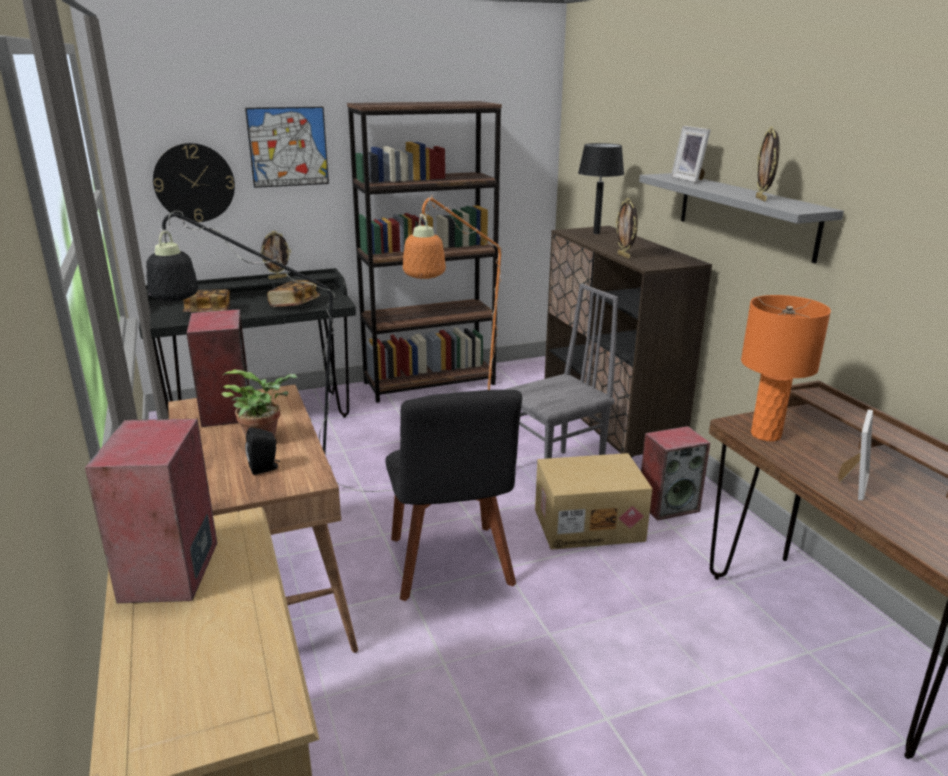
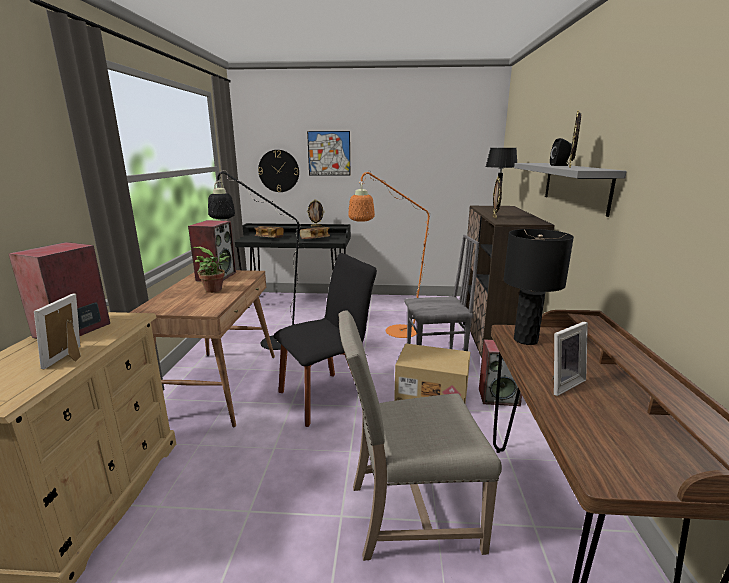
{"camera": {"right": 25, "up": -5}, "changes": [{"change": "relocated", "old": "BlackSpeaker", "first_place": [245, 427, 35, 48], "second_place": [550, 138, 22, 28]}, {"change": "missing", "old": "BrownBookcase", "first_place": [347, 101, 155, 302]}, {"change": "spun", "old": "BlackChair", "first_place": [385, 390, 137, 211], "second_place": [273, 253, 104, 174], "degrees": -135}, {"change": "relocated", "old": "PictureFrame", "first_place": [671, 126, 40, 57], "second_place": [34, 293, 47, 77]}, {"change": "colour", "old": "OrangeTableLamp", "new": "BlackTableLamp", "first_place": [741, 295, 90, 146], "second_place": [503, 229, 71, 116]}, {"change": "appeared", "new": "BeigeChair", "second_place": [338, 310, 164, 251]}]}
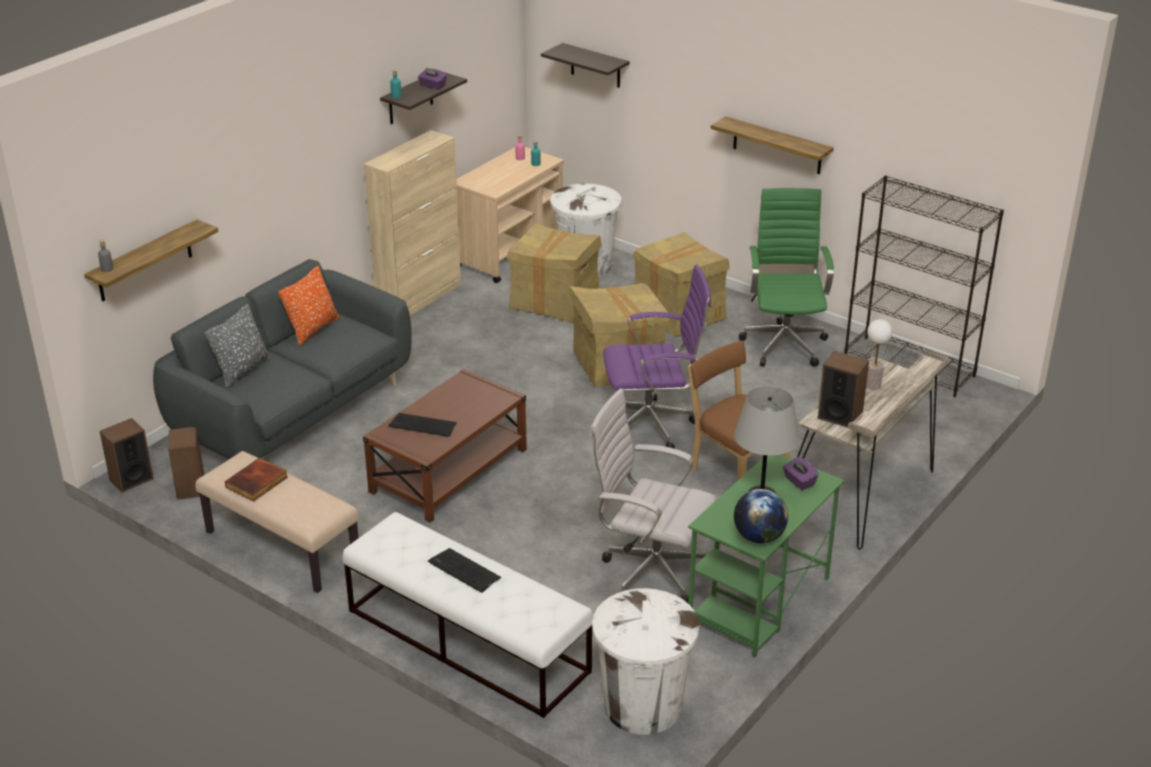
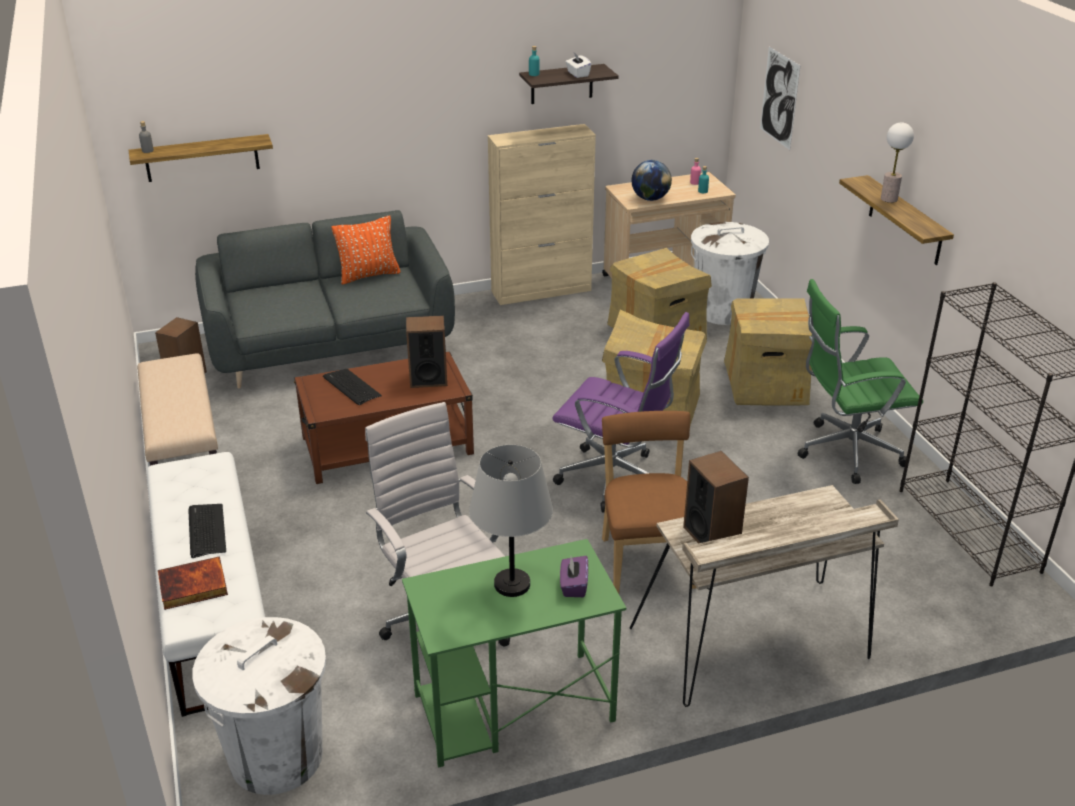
{"camera": {"right": 35, "up": 0}, "changes": [{"change": "relocated", "old": "Speaker", "first_place": [100, 418, 53, 74], "second_place": [406, 315, 41, 73]}, {"change": "missing", "old": "GreyPillow", "first_place": [204, 304, 67, 84]}, {"change": "relocated", "old": "Book", "first_place": [225, 458, 63, 43], "second_place": [158, 556, 70, 54]}, {"change": "colour", "old": "PurpleTissueBox", "new": "WhiteTissueBox", "first_place": [418, 67, 29, 23], "second_place": [566, 53, 25, 25]}, {"change": "exchanged", "old": "Shelf", "new": "Picture", "first_place": [541, 43, 89, 45], "second_place": [760, 47, 41, 103]}, {"change": "relocated", "old": "Globe", "first_place": [734, 489, 54, 54], "second_place": [632, 160, 40, 41]}, {"change": "spun", "old": "GreenOfficeChair", "first_place": [739, 188, 95, 179], "second_place": [798, 279, 125, 205], "degrees": -135}, {"change": "relocated", "old": "TableLamp", "first_place": [866, 319, 26, 71], "second_place": [881, 122, 33, 81]}]}
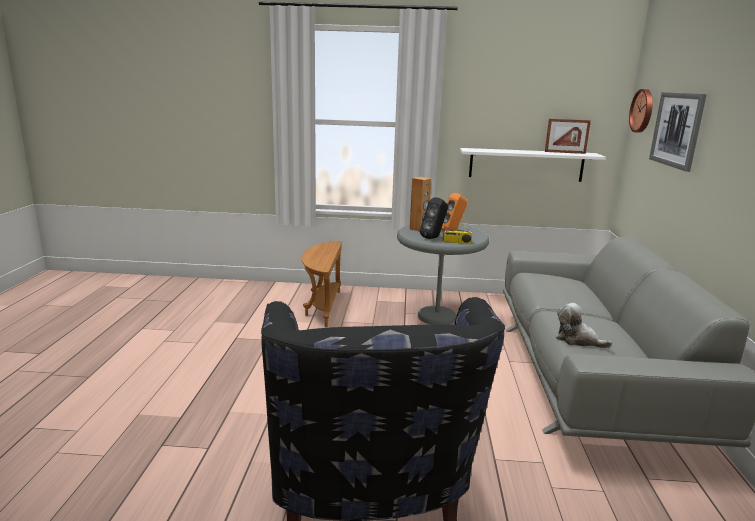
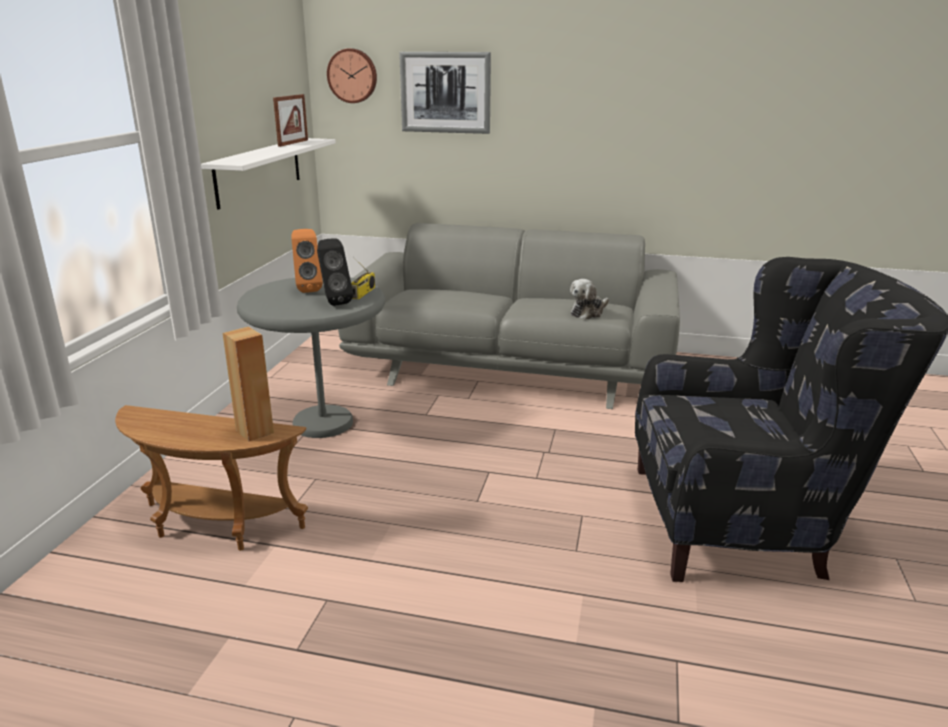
{"camera": {"right": -80, "up": 5}, "changes": [{"change": "relocated", "old": "BrownSpeaker", "first_place": [410, 177, 22, 55], "second_place": [223, 326, 51, 115]}]}
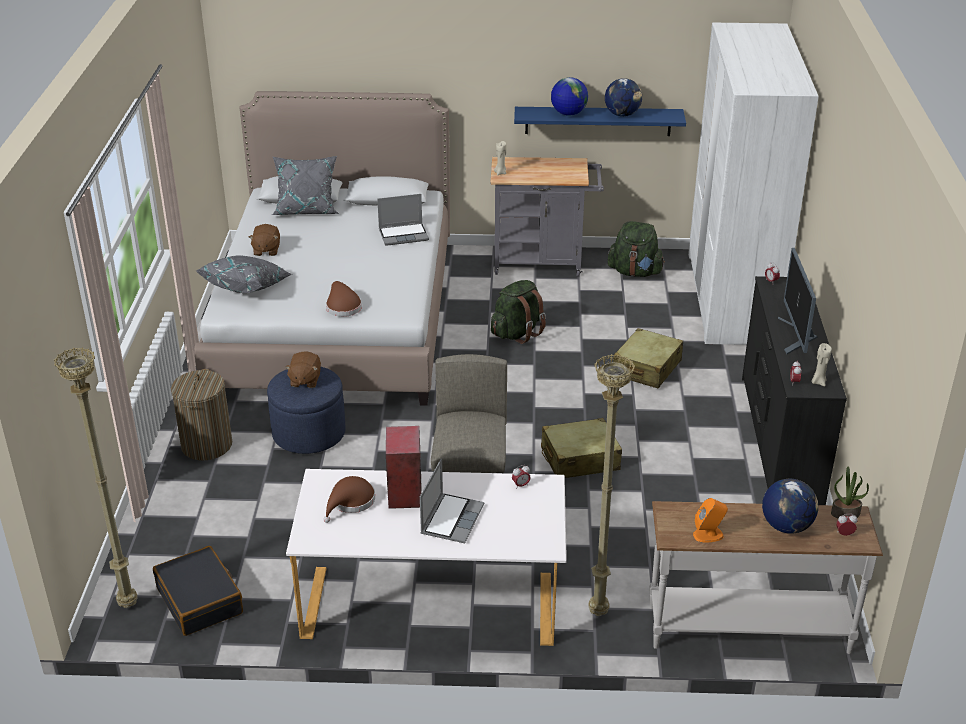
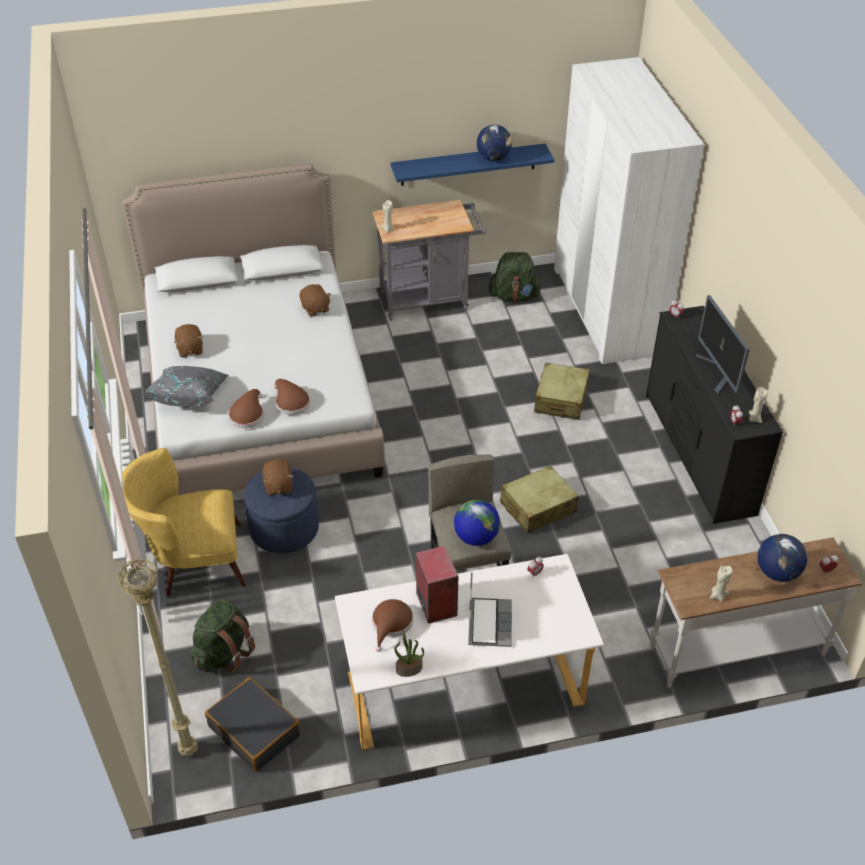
{"camera": {"right": -15, "up": 10}, "changes": [{"change": "exchanged", "old": "LaundryBasket", "new": "YellowArmchair", "first_place": [171, 369, 61, 91], "second_place": [122, 448, 124, 148]}, {"change": "missing", "old": "GreyPillow", "first_place": [271, 156, 69, 59]}, {"change": "exchanged", "old": "Laptop", "new": "BrownPlushToy", "first_place": [377, 194, 52, 52], "second_place": [300, 284, 31, 33]}, {"change": "relocated", "old": "GreenBackpack", "first_place": [491, 280, 55, 64], "second_place": [191, 600, 64, 72]}, {"change": "relocated", "old": "Globe", "first_place": [551, 77, 37, 39], "second_place": [454, 500, 46, 46]}, {"change": "missing", "old": "BeigeFloorLamp", "first_place": [588, 354, 47, 262]}, {"change": "exchanged", "old": "OrangeSpeaker", "new": "BeigeCandle", "first_place": [693, 498, 35, 44], "second_place": [710, 566, 22, 35]}, {"change": "relocated", "old": "PottedPlant", "first_place": [831, 467, 38, 51], "second_place": [395, 632, 29, 45]}, {"change": "appeared", "new": "BrownHat", "second_place": [228, 389, 36, 39]}]}
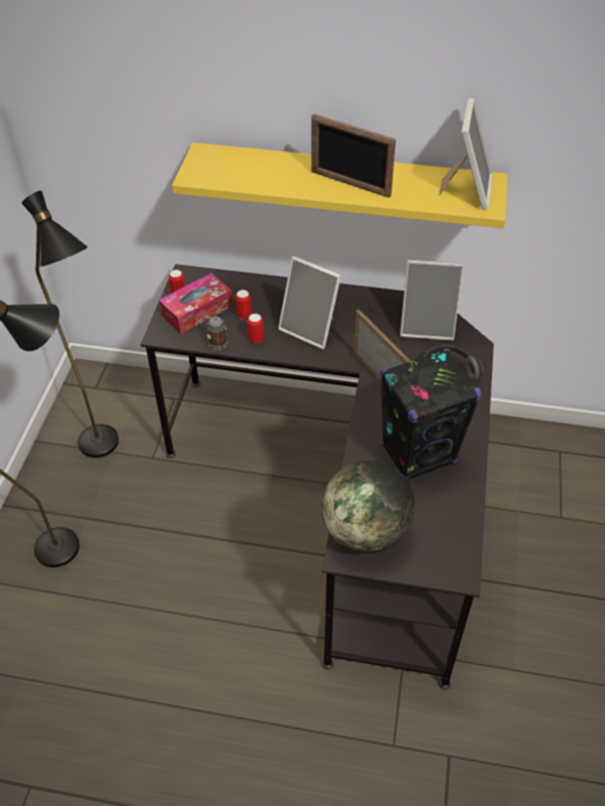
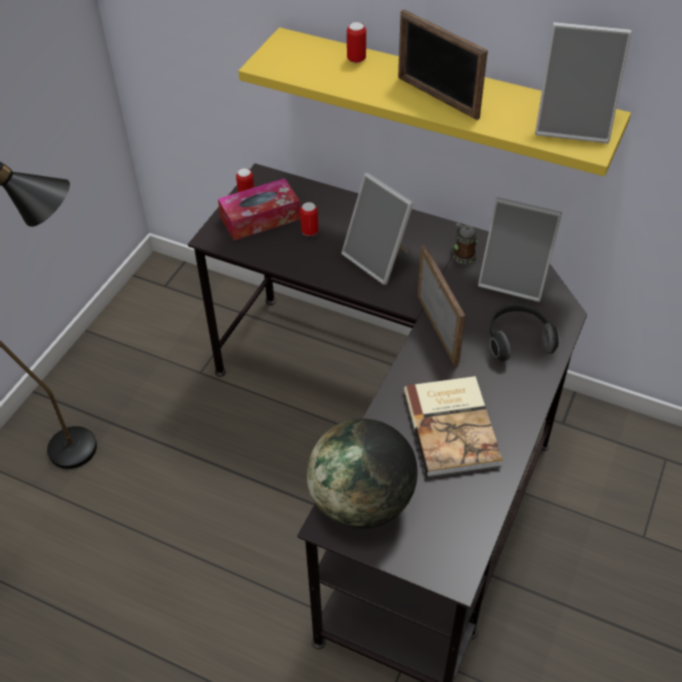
{"camera": {"right": 15, "up": 0}, "changes": [{"change": "missing", "old": "BlackFloorLamp", "first_place": [22, 191, 97, 267]}, {"change": "relocated", "old": "Mug", "first_place": [205, 315, 24, 35], "second_place": [452, 223, 26, 41]}, {"change": "relocated", "old": "Can", "first_place": [247, 313, 17, 30], "second_place": [347, 22, 19, 41]}, {"change": "exchanged", "old": "BlackSpeaker", "new": "Book", "first_place": [380, 348, 101, 133], "second_place": [404, 376, 99, 101]}, {"change": "spun", "old": "PictureFrame", "first_place": [439, 98, 54, 112], "second_place": [535, 22, 97, 121], "degrees": 75}]}
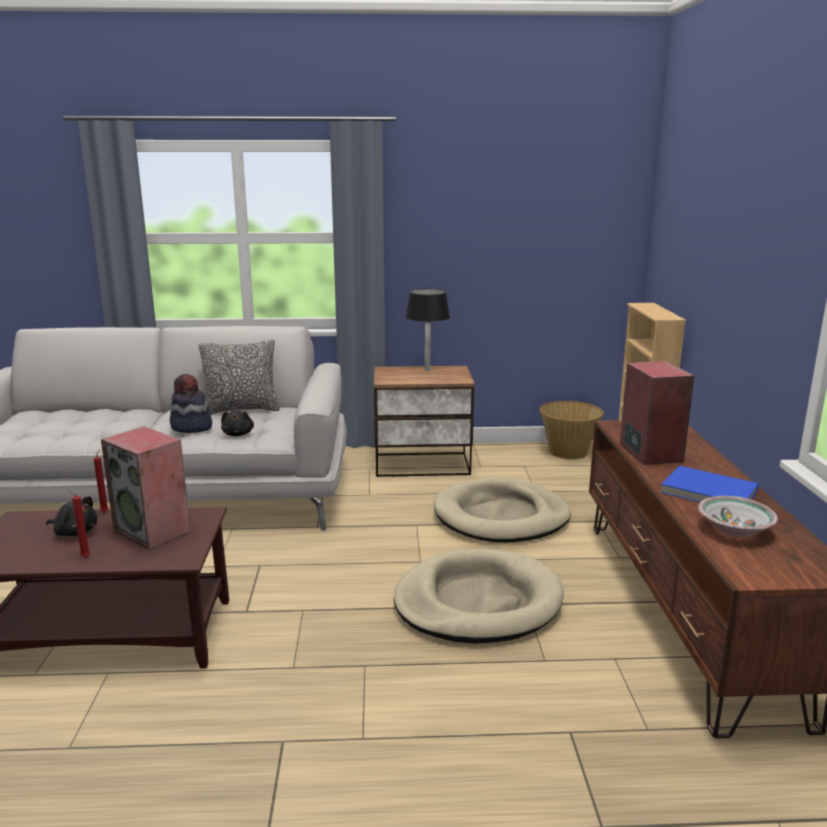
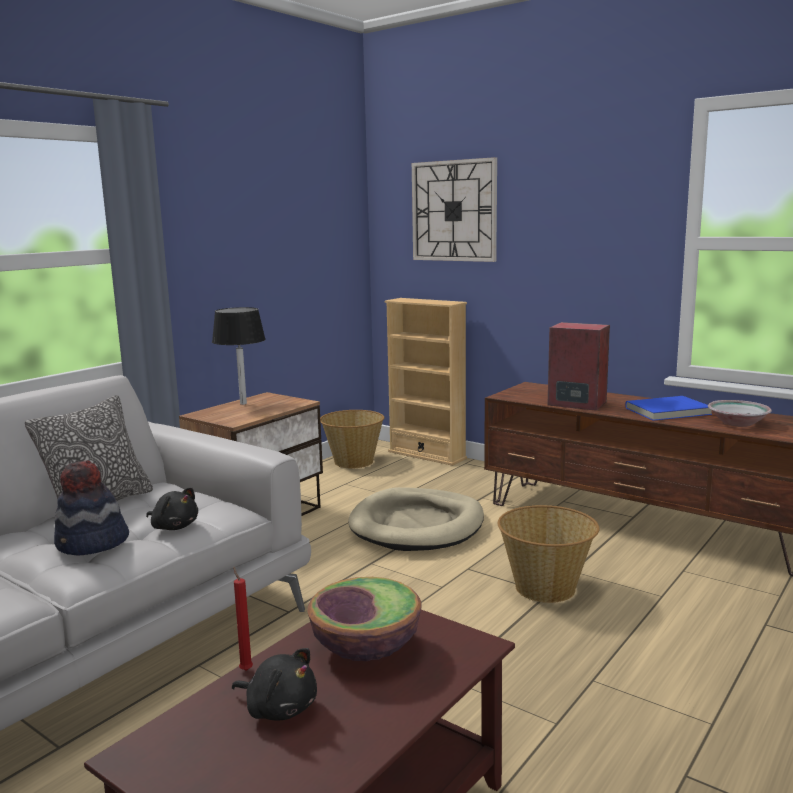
{"camera": {"right": -50, "up": -5}, "changes": [{"change": "spun", "old": "BlackPlushToy", "first_place": [46, 496, 51, 40], "second_place": [232, 648, 85, 73], "degrees": 60}, {"change": "missing", "old": "RedCandle", "first_place": [68, 490, 22, 68]}, {"change": "exchanged", "old": "Speaker", "new": "Bowl", "first_place": [101, 426, 90, 124], "second_place": [308, 577, 113, 84]}, {"change": "exchanged", "old": "BeigeDogBed", "new": "Basket", "first_place": [394, 549, 170, 95], "second_place": [498, 505, 101, 98]}, {"change": "appeared", "new": "WallClock", "second_place": [412, 157, 85, 105]}]}
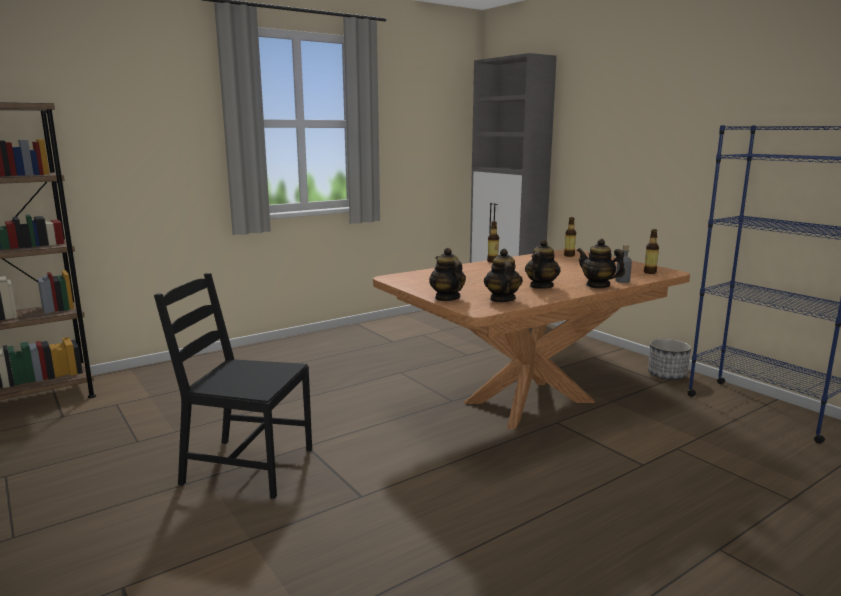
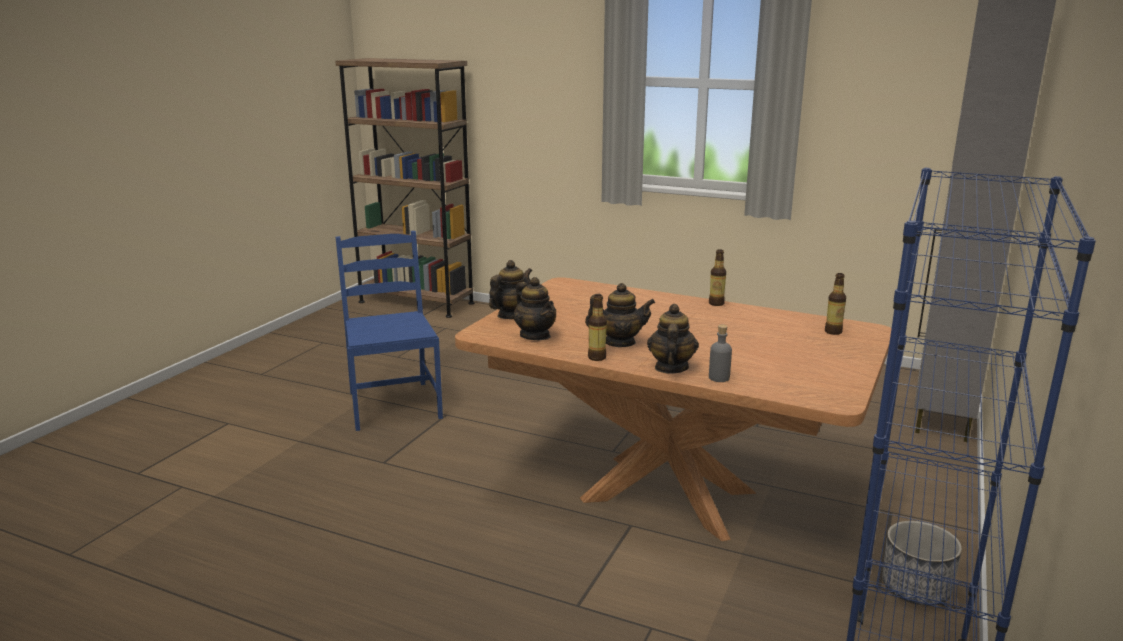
{"camera": {"right": 60, "up": 5}, "changes": [{"change": "colour", "old": "BlackChair", "new": "BlueChair", "first_place": [154, 273, 158, 226], "second_place": [336, 231, 107, 200]}, {"change": "spun", "old": "Teapot", "first_place": [484, 249, 39, 53], "second_place": [514, 277, 42, 63], "degrees": 90}, {"change": "relocated", "old": "Bottle", "first_place": [644, 229, 15, 45], "second_place": [588, 294, 19, 67]}]}
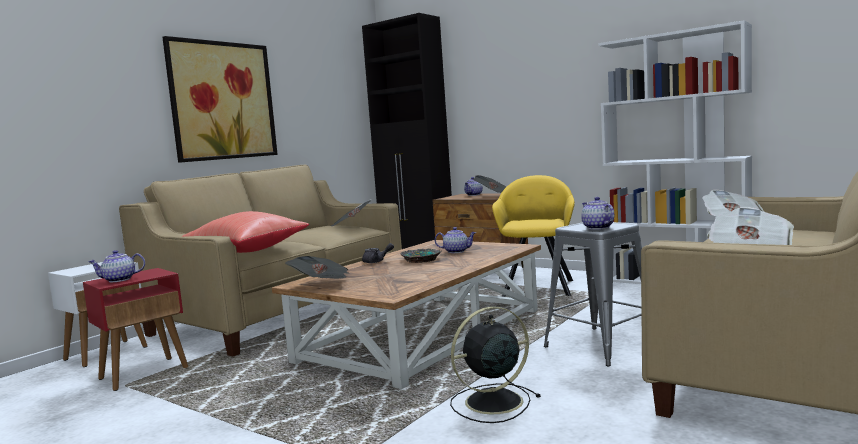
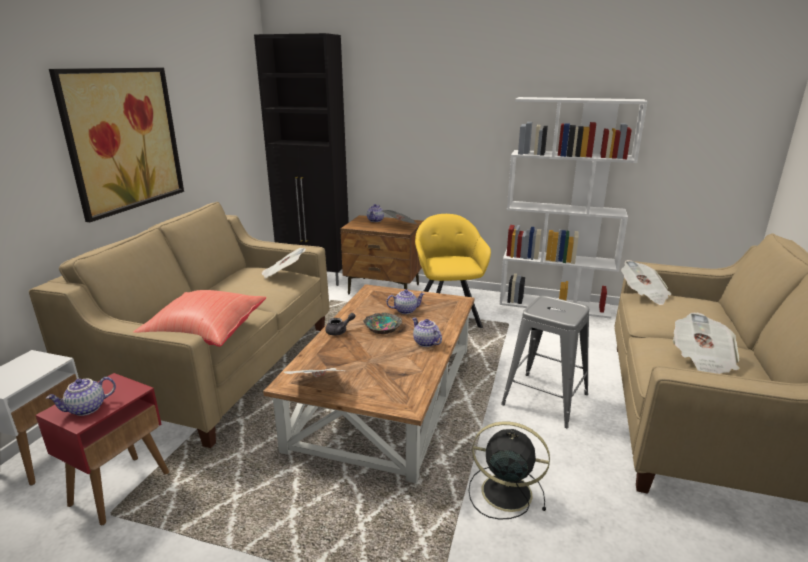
{"camera": {"right": -20, "up": 15}, "changes": [{"change": "spun", "old": "BlackFan", "first_place": [450, 306, 90, 117], "second_place": [469, 421, 81, 99], "degrees": 60}, {"change": "relocated", "old": "Teapot", "first_place": [581, 197, 33, 32], "second_place": [412, 318, 30, 29]}]}
